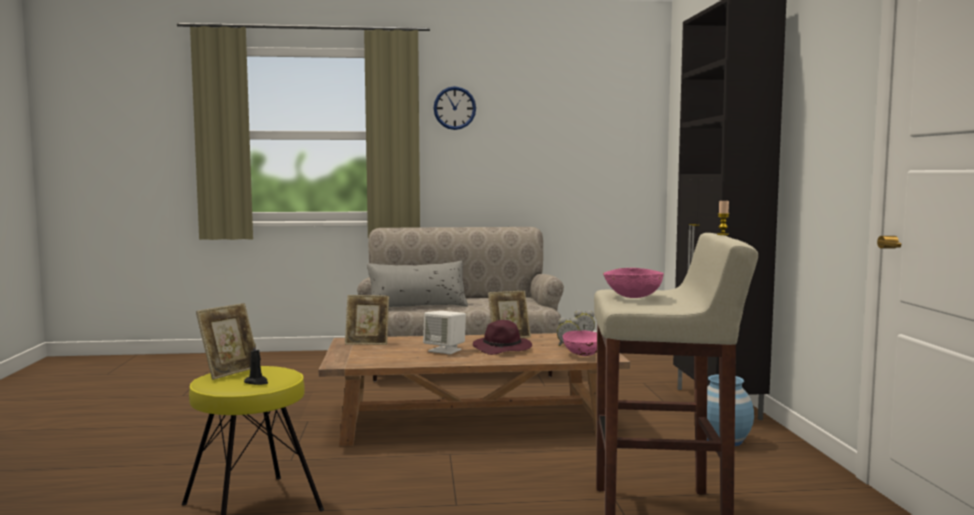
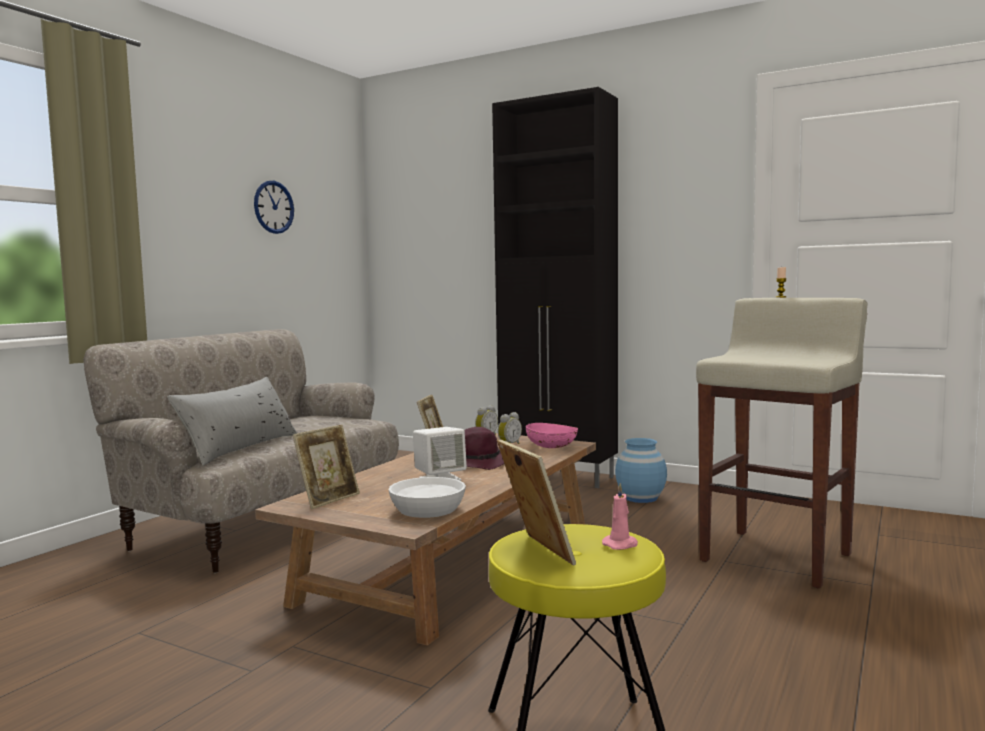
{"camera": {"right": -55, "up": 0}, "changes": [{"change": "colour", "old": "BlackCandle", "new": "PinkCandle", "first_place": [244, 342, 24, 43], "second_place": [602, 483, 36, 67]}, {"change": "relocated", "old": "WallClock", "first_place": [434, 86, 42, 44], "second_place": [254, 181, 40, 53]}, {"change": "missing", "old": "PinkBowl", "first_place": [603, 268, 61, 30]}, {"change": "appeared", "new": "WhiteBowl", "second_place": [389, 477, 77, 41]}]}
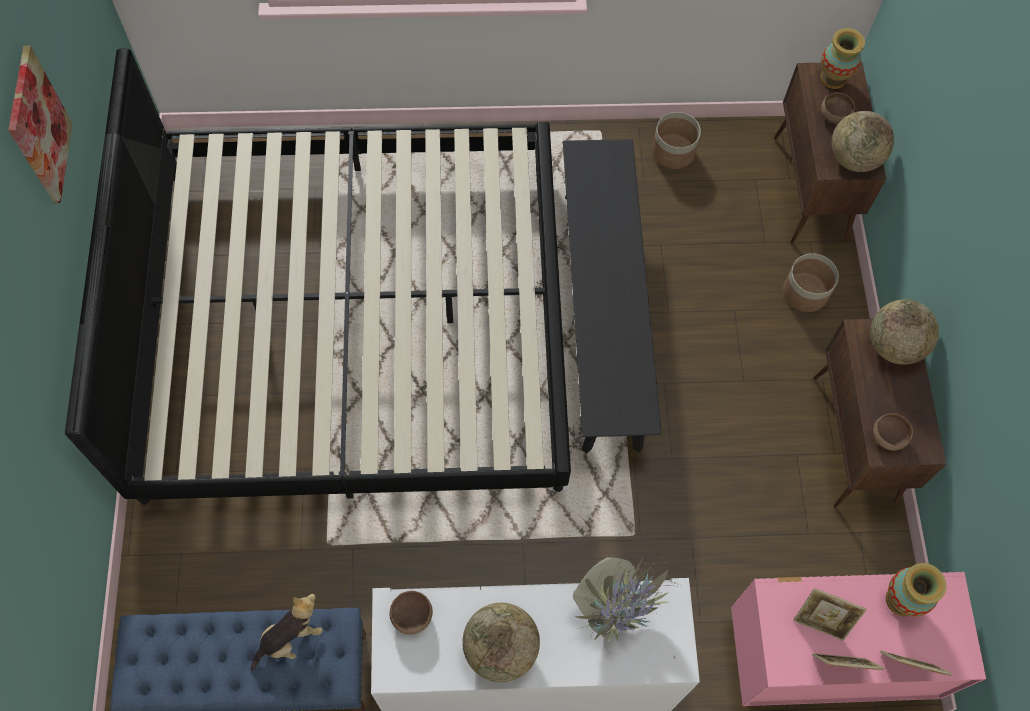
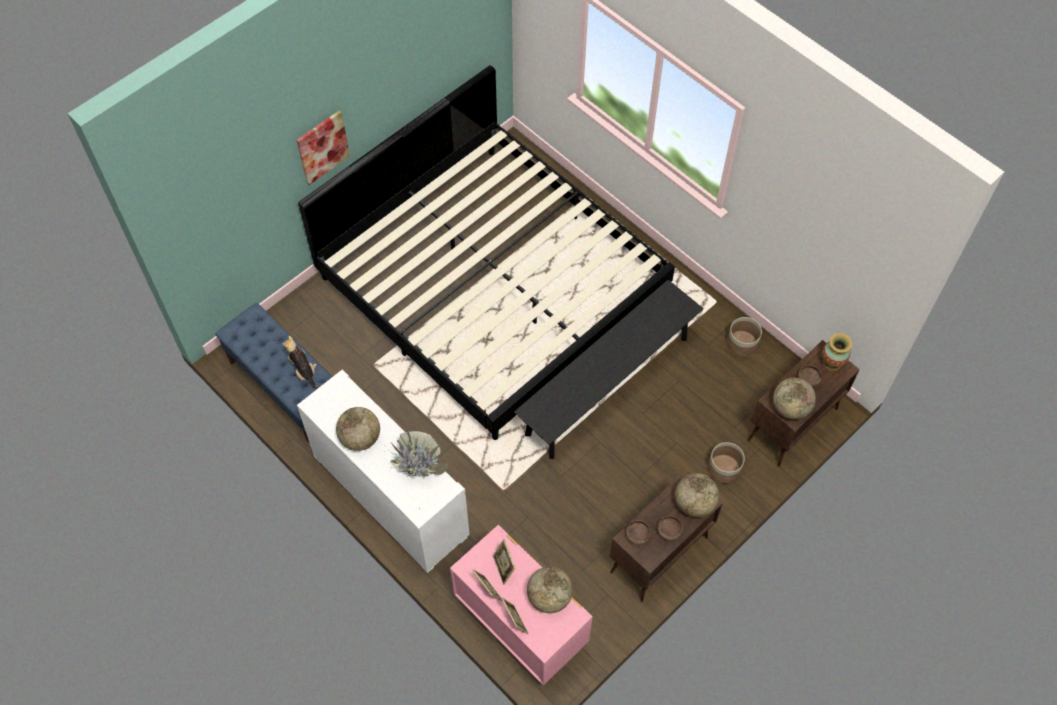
{"camera": {"right": 50, "up": -5}, "changes": [{"change": "relocated", "old": "Picture", "first_place": [8, 46, 65, 157], "second_place": [296, 110, 54, 75]}, {"change": "spun", "old": "PlushToy", "first_place": [251, 594, 72, 77], "second_place": [283, 336, 36, 54], "degrees": -135}, {"change": "relocated", "old": "BrownBowl", "first_place": [390, 591, 43, 44], "second_place": [657, 516, 26, 24]}, {"change": "exchanged", "old": "Vase", "new": "Globe", "first_place": [886, 563, 60, 54], "second_place": [527, 567, 46, 46]}]}
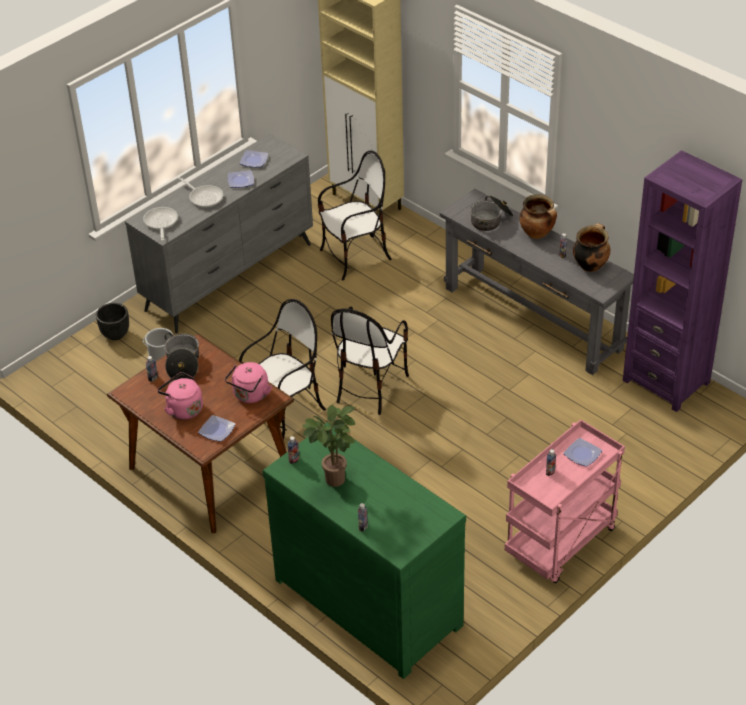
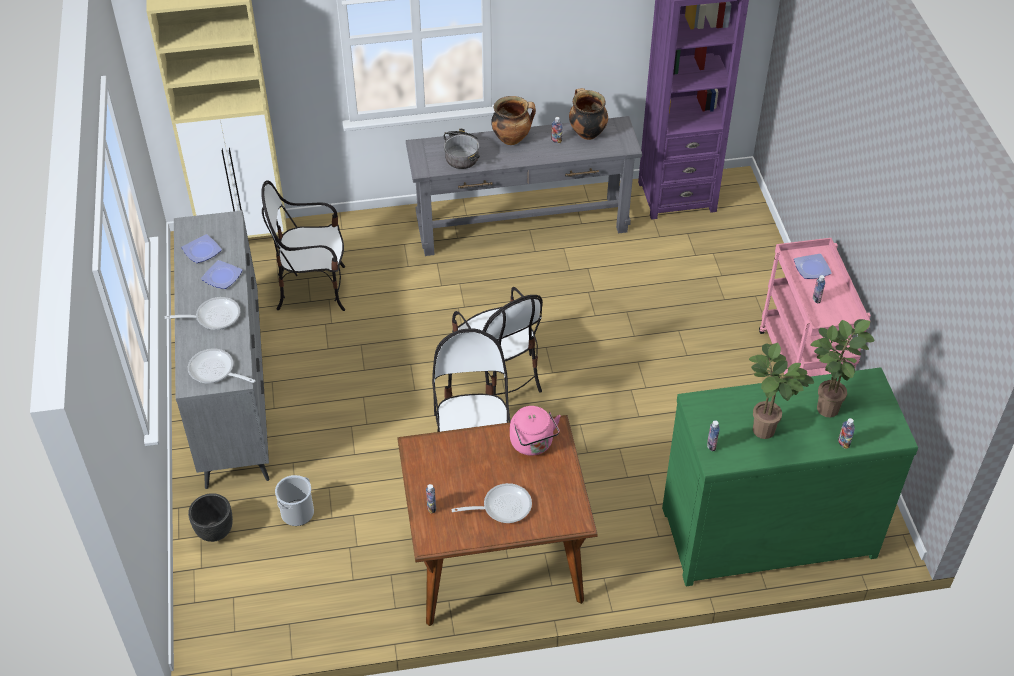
{"camera": {"right": -55, "up": 5}, "changes": [{"change": "exchanged", "old": "PinkKettle", "new": "FryingPan", "first_place": [157, 372, 46, 48], "second_place": [451, 483, 81, 40]}, {"change": "missing", "old": "CookingPot", "first_place": [164, 332, 35, 49]}, {"change": "missing", "old": "Plate", "first_place": [198, 415, 38, 27]}, {"change": "spun", "old": "Chair", "first_place": [318, 151, 74, 129], "second_place": [261, 180, 84, 131], "degrees": -105}, {"change": "appeared", "new": "PottedPlant", "second_place": [810, 319, 65, 99]}]}
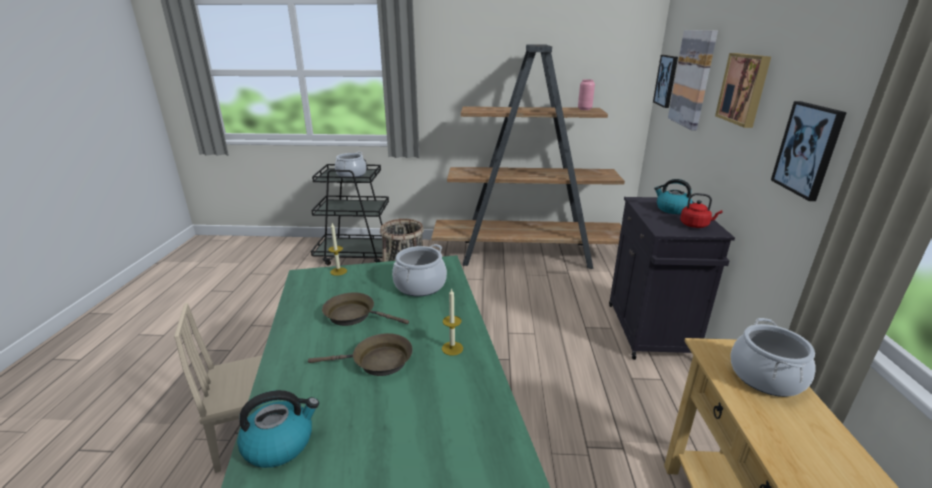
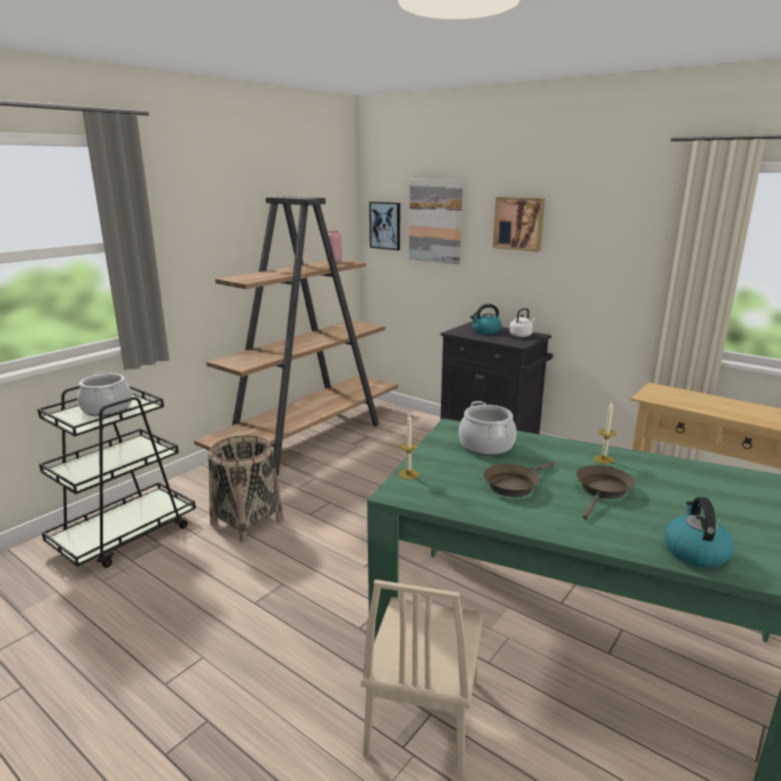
{"camera": {"right": -55, "up": -5}, "changes": [{"change": "colour", "old": "RedKettle", "new": "WhiteKettle", "first_place": [680, 193, 43, 35], "second_place": [509, 308, 26, 29]}, {"change": "missing", "old": "CookingPot", "first_place": [731, 318, 85, 79]}, {"change": "missing", "old": "Picture", "first_place": [771, 101, 76, 100]}]}
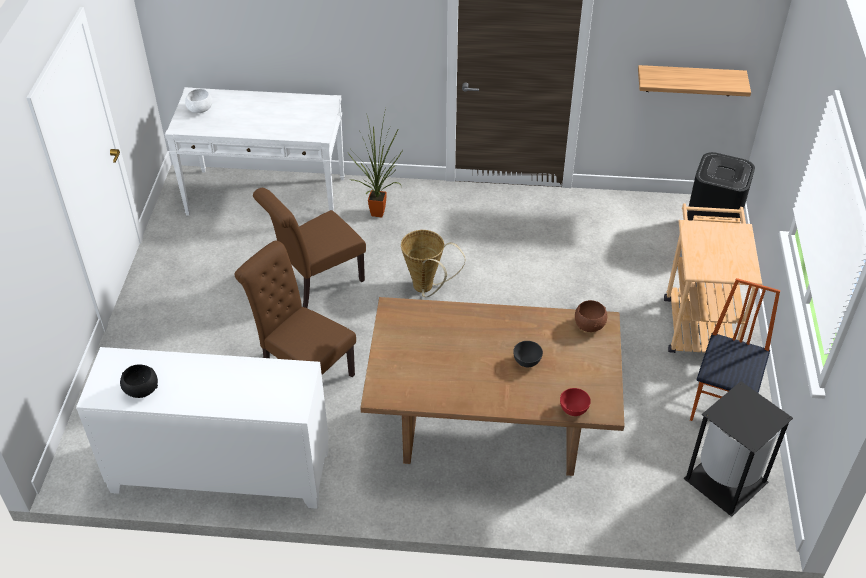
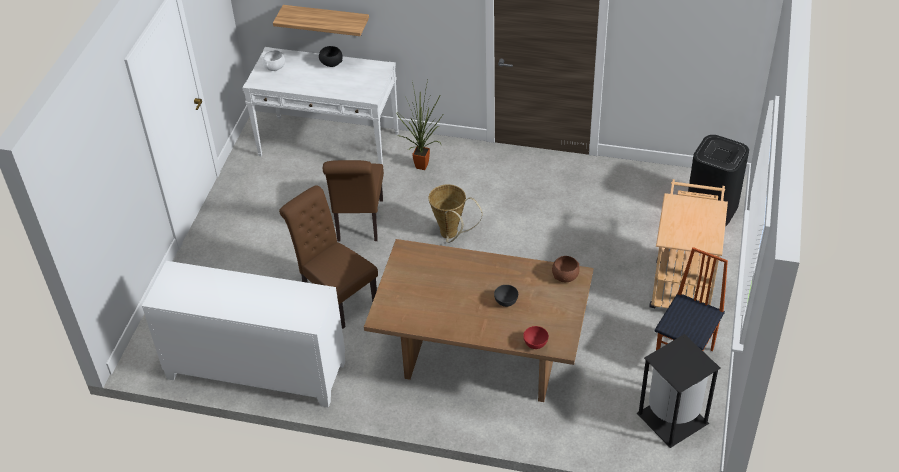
{"camera": {"right": 10, "up": 0}, "changes": [{"change": "relocated", "old": "BlackBowl", "first_place": [120, 365, 38, 33], "second_place": [319, 46, 24, 21]}, {"change": "spun", "old": "BrownChair", "first_place": [253, 188, 113, 120], "second_place": [323, 160, 61, 82], "degrees": -60}, {"change": "relocated", "old": "Shelf", "first_place": [638, 65, 113, 32], "second_place": [273, 5, 96, 31]}]}
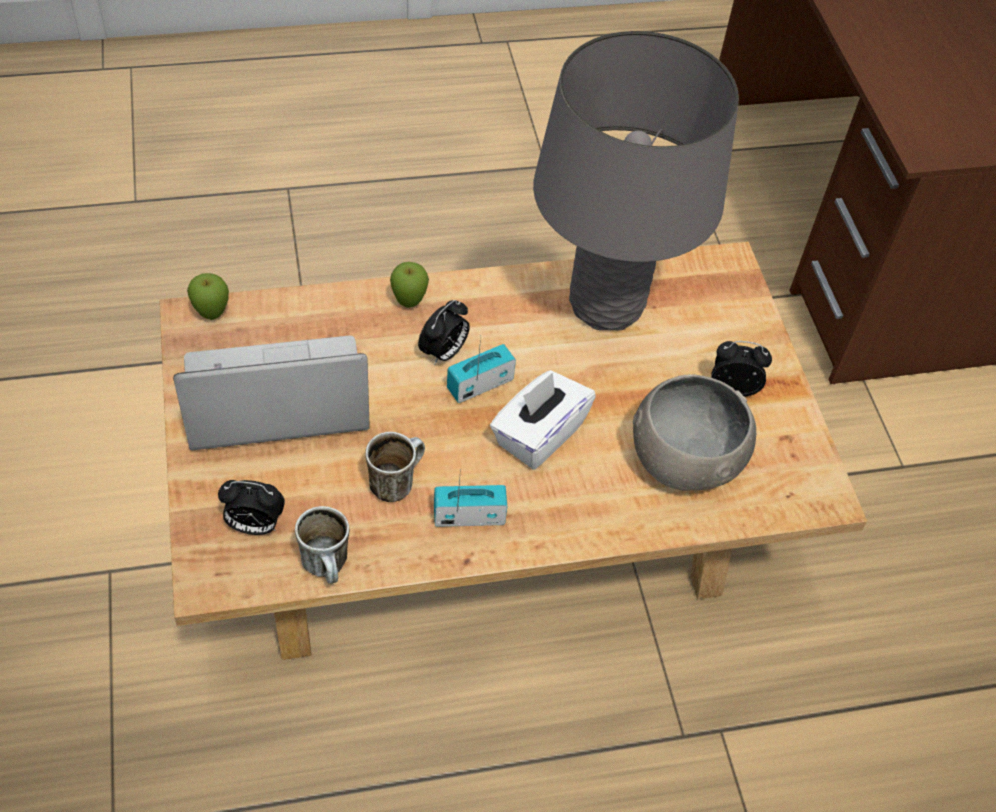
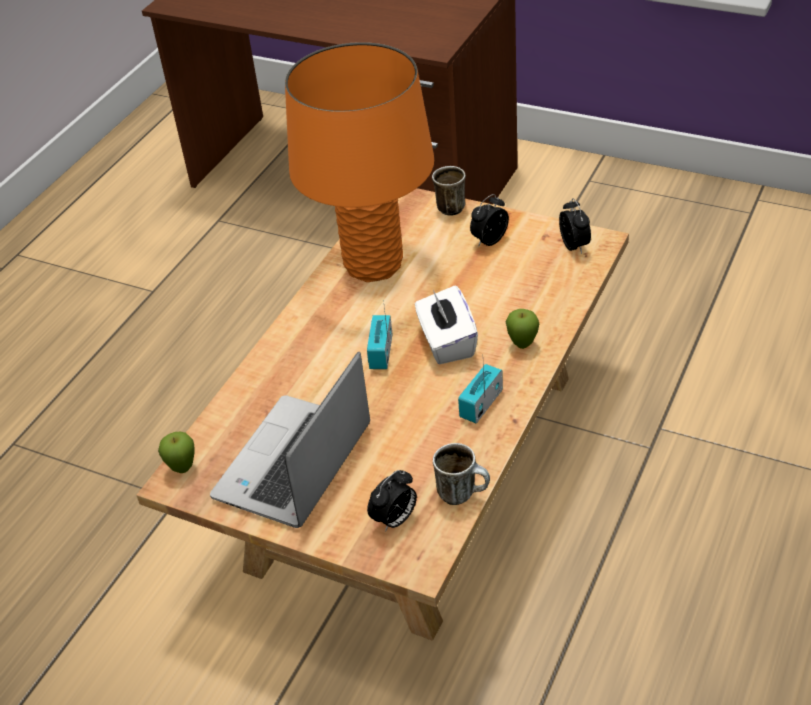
{"camera": {"right": -45, "up": -10}, "changes": [{"change": "relocated", "old": "Mug", "first_place": [365, 432, 60, 70], "second_place": [432, 166, 34, 50]}, {"change": "relocated", "old": "Apple", "first_place": [390, 262, 39, 46], "second_place": [506, 309, 33, 40]}, {"change": "relocated", "old": "AlarmClock", "first_place": [418, 300, 52, 65], "second_place": [559, 198, 32, 56]}, {"change": "colour", "old": "GreyTableLamp", "new": "OrangeTableLamp", "first_place": [533, 31, 206, 299], "second_place": [285, 42, 149, 240]}, {"change": "missing", "old": "GreyBowl", "first_place": [633, 374, 123, 117]}]}
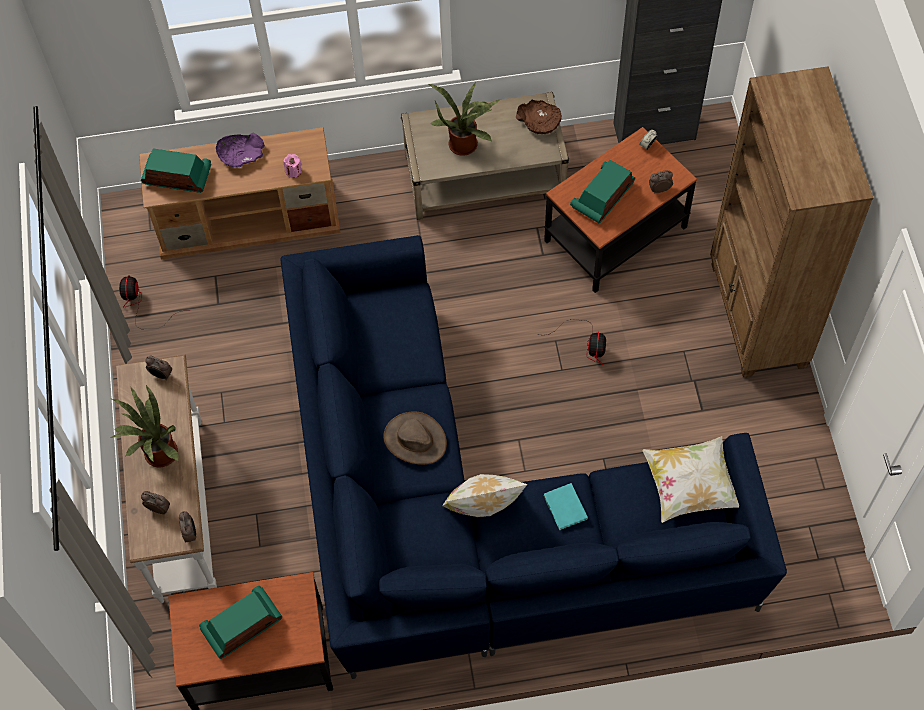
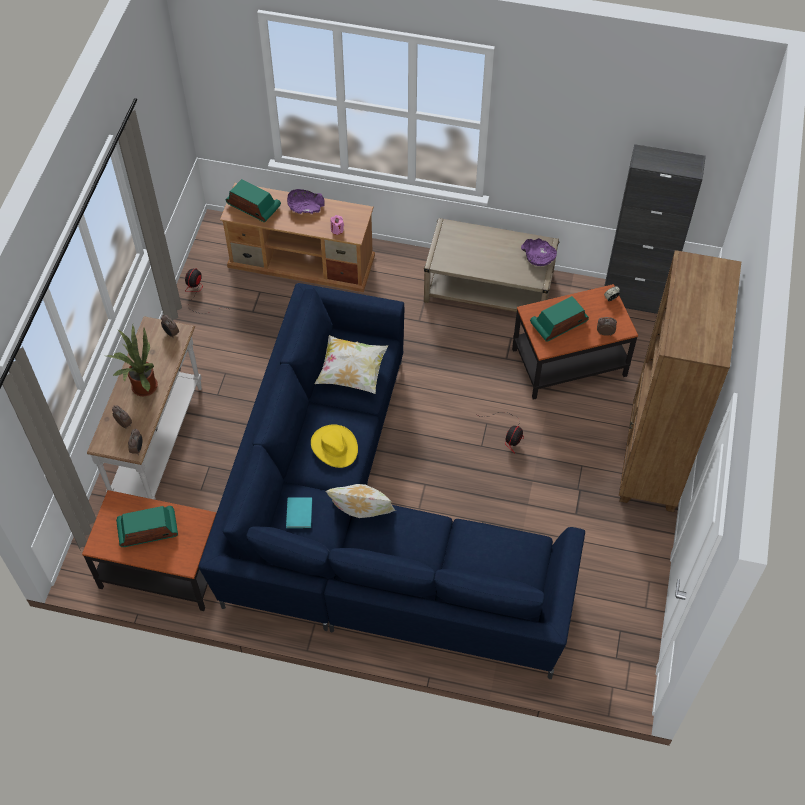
{"camera": {"right": 20, "up": -5}, "changes": [{"change": "colour", "old": "BrownHat", "new": "YellowHat", "first_place": [383, 411, 64, 54], "second_place": [311, 424, 47, 44]}, {"change": "missing", "old": "PottedPlant", "first_place": [428, 83, 71, 73]}, {"change": "colour", "old": "BrownBowl", "new": "PurpleBowl", "first_place": [516, 100, 46, 34], "second_place": [521, 238, 36, 28]}, {"change": "relocated", "old": "TurquoiseBook", "first_place": [544, 483, 44, 47], "second_place": [286, 497, 26, 31]}, {"change": "relocated", "old": "Pillow", "first_place": [643, 436, 96, 87], "second_place": [314, 335, 74, 59]}]}
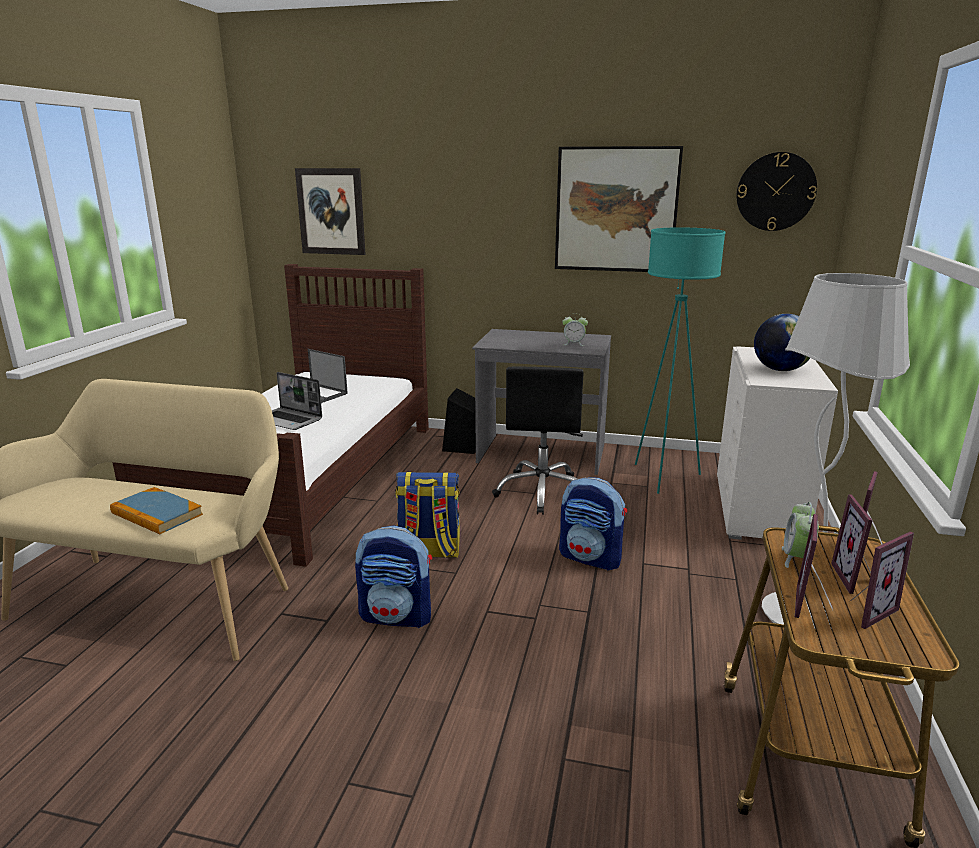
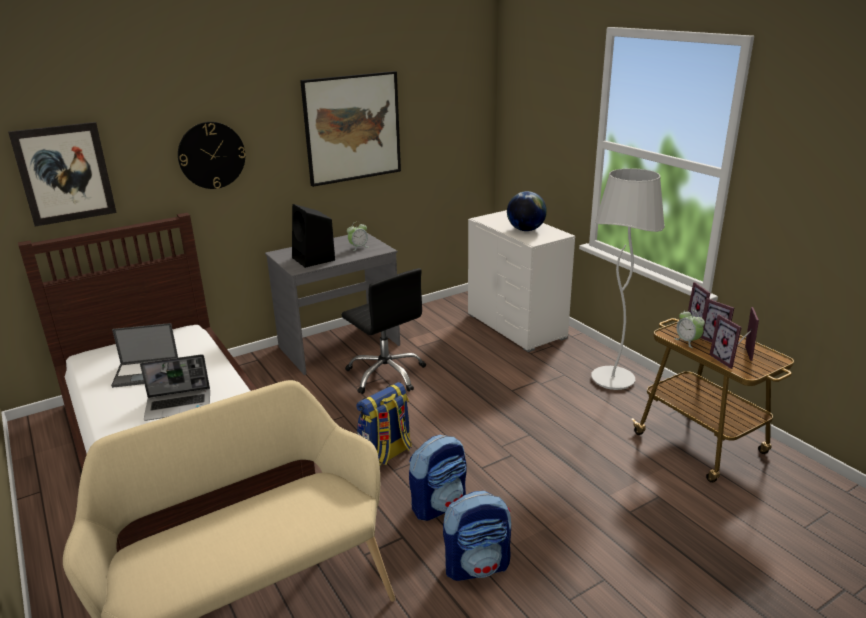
{"camera": {"right": -45, "up": 5}, "changes": [{"change": "missing", "old": "Book", "first_place": [110, 487, 93, 47]}, {"change": "relocated", "old": "BlackSpeaker", "first_place": [442, 388, 34, 66], "second_place": [292, 204, 43, 64]}, {"change": "relocated", "old": "Backpack", "first_place": [559, 478, 68, 93], "second_place": [443, 491, 68, 90]}, {"change": "missing", "old": "TurquoiseFloorLamp", "first_place": [635, 227, 91, 267]}, {"change": "relocated", "old": "WallClock", "first_place": [737, 152, 80, 79], "second_place": [178, 122, 68, 67]}]}
